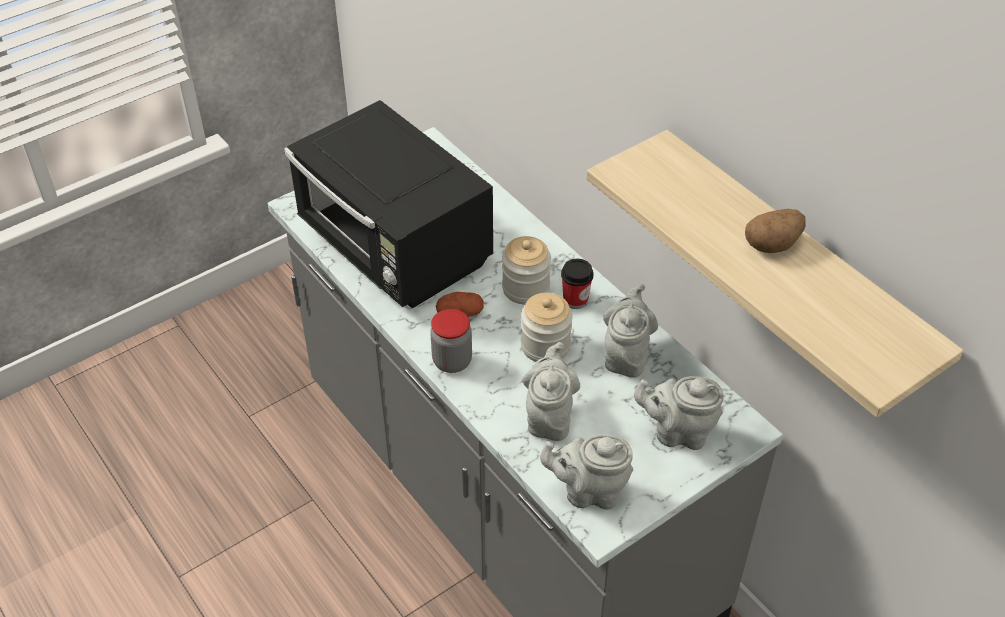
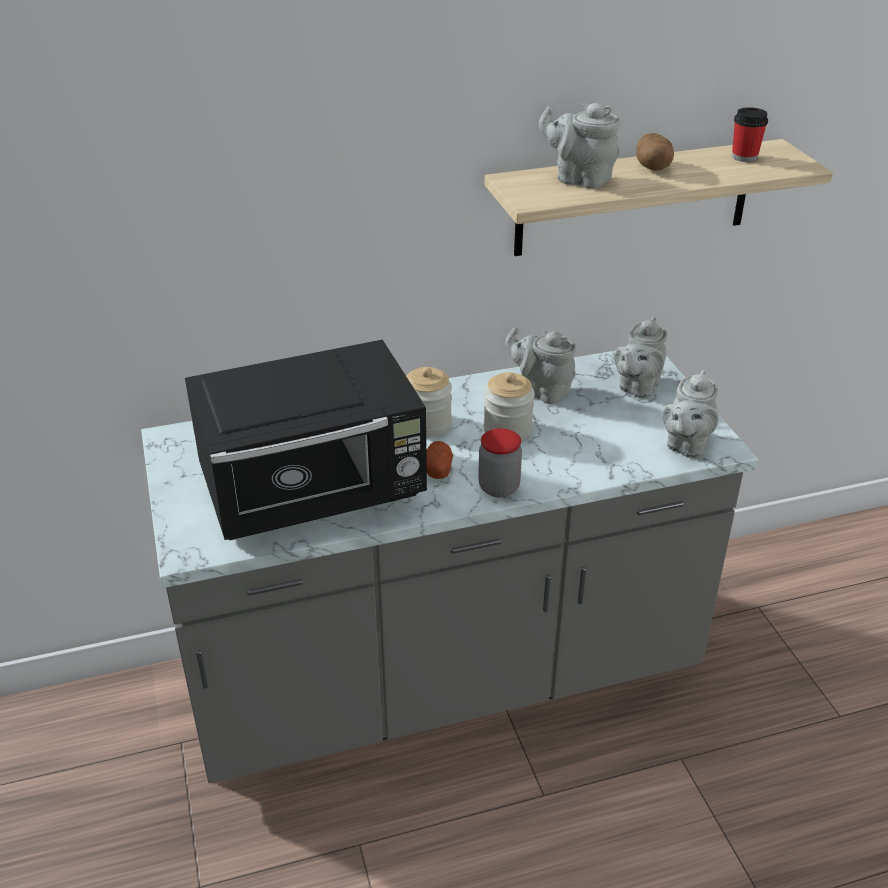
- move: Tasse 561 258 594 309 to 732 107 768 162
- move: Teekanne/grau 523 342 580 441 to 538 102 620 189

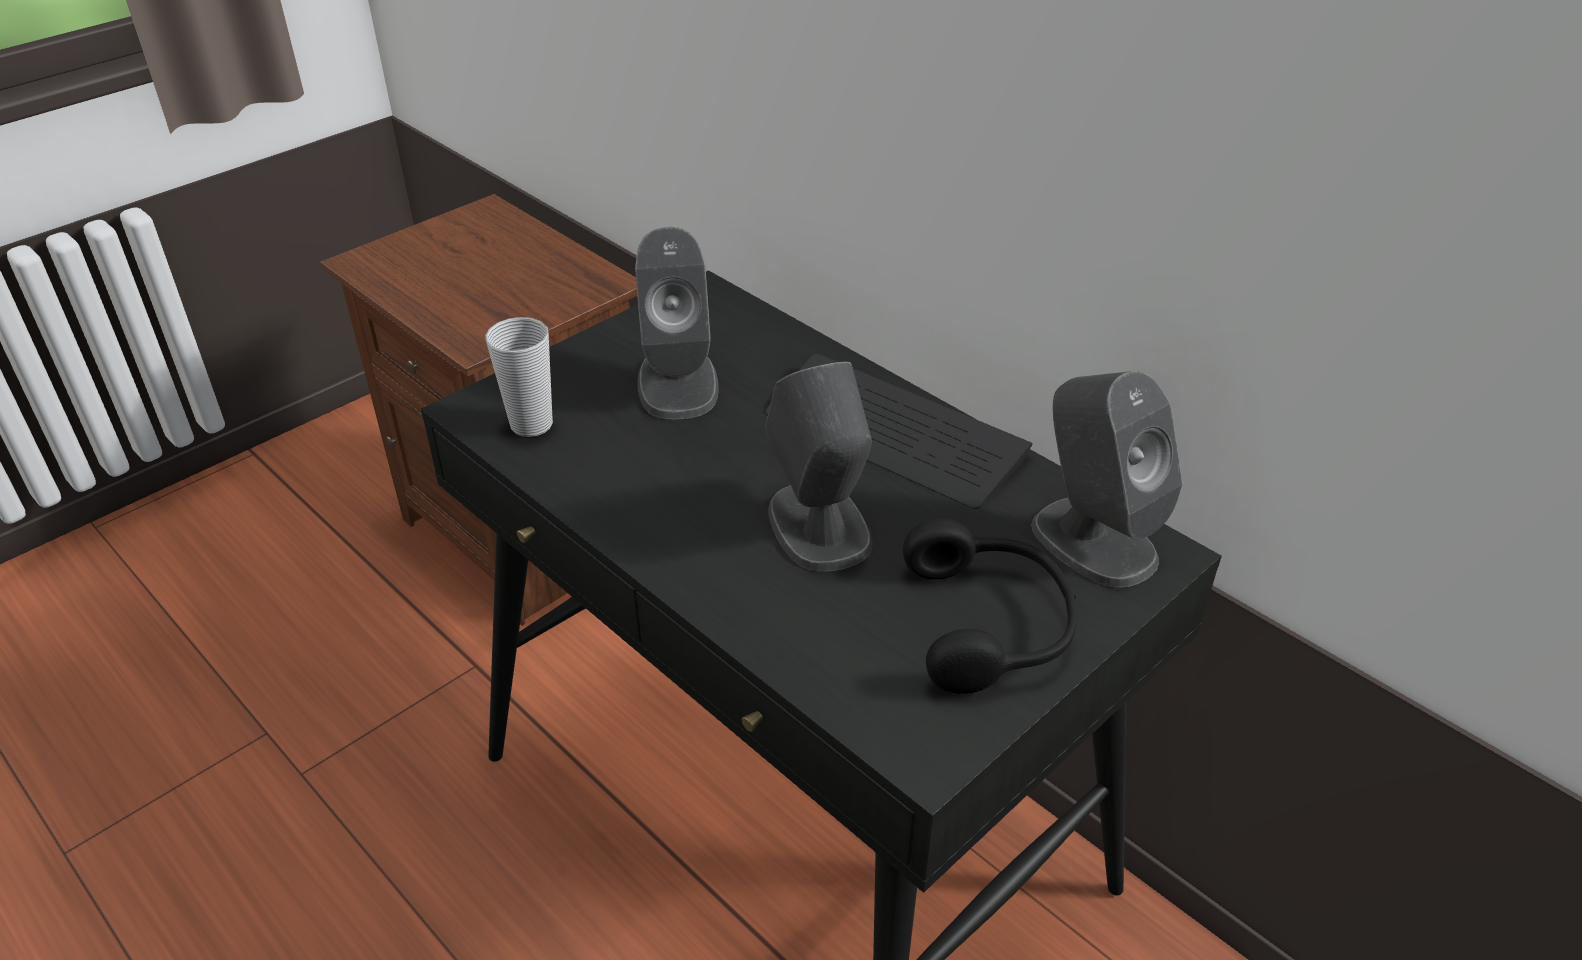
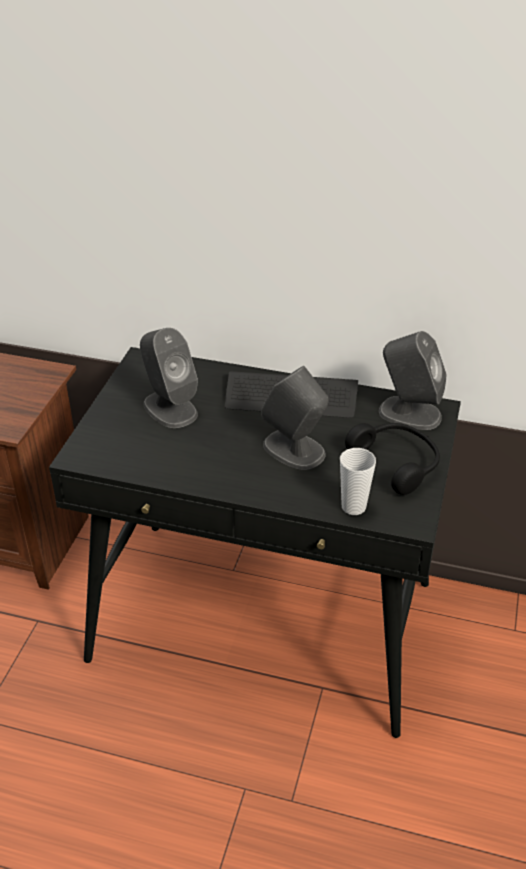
- move: Tasse 485 317 553 437 to 340 448 376 515

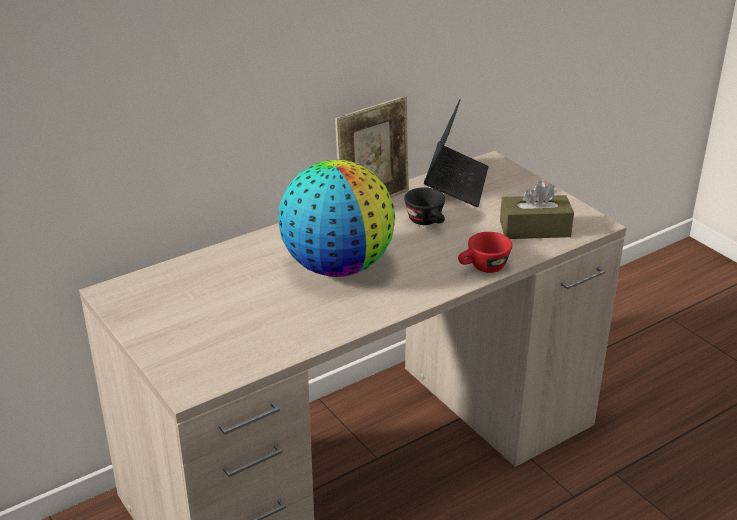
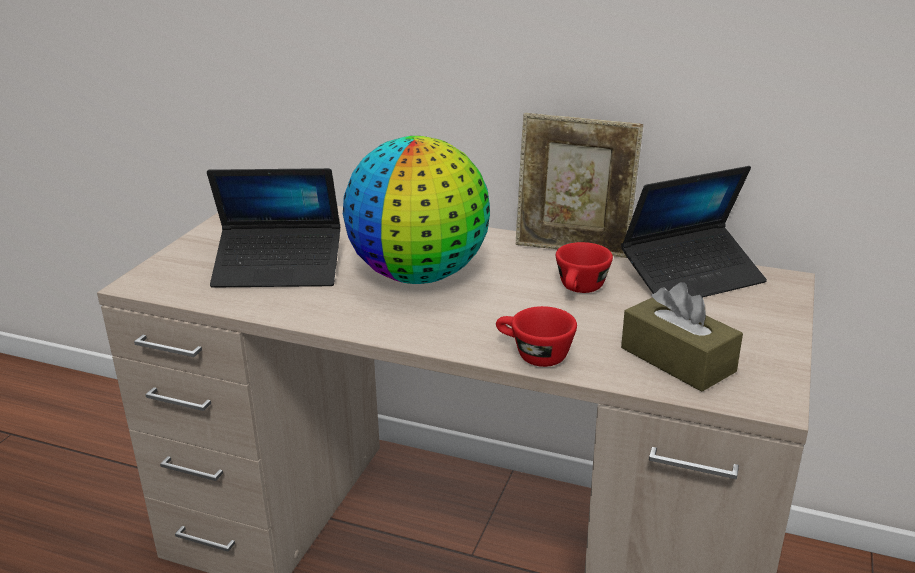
- recolor: Tasse/schwarz 404 187 445 225 to Tasse/rot 556 242 613 293
- insert: Laptop 207 168 340 288

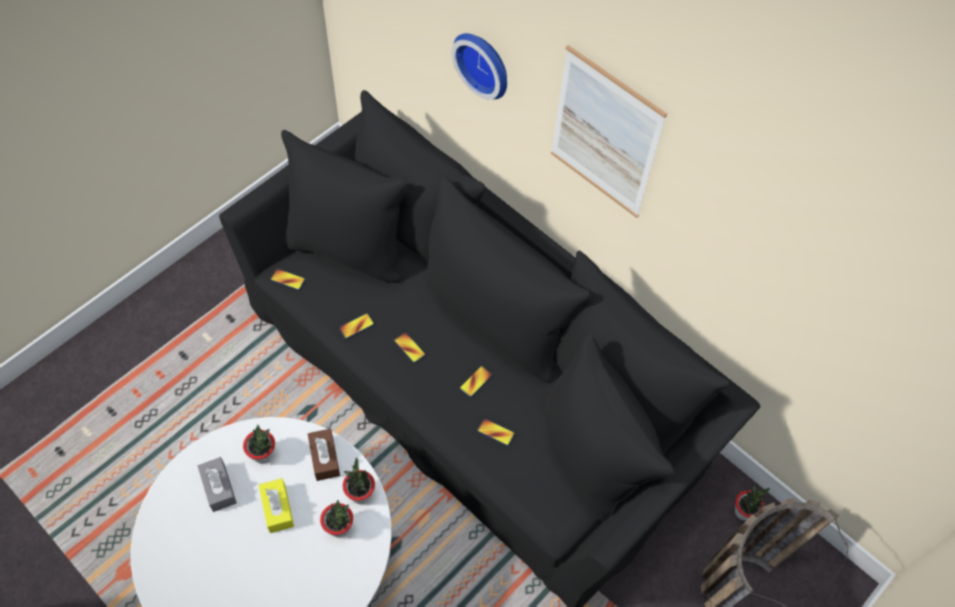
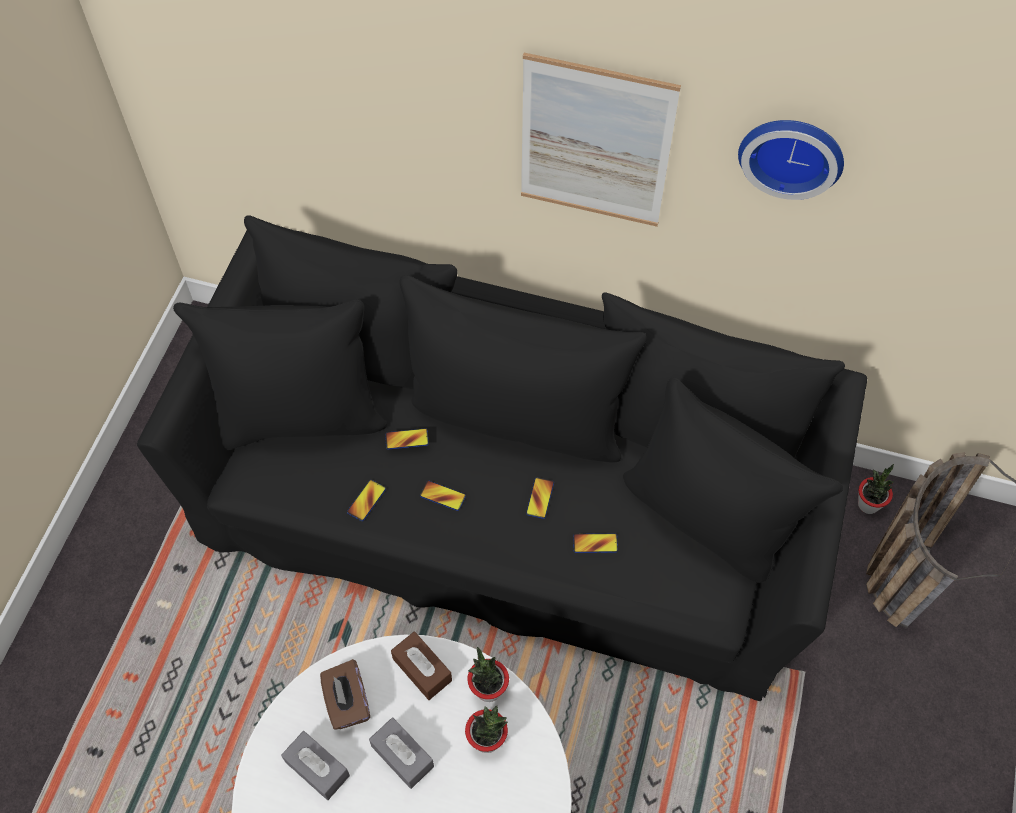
- move: Wanduhr 451 33 507 100 to 738 120 844 200
- move: Handy 270 269 305 290 to 385 428 429 449
- replace: Topfpflanze 243 425 275 464 to Taschentuchbox/braun 320 659 370 730
- recolor: Taschentuchbox/gelb 259 478 294 533 to Taschentuchbox/grau 369 717 434 789

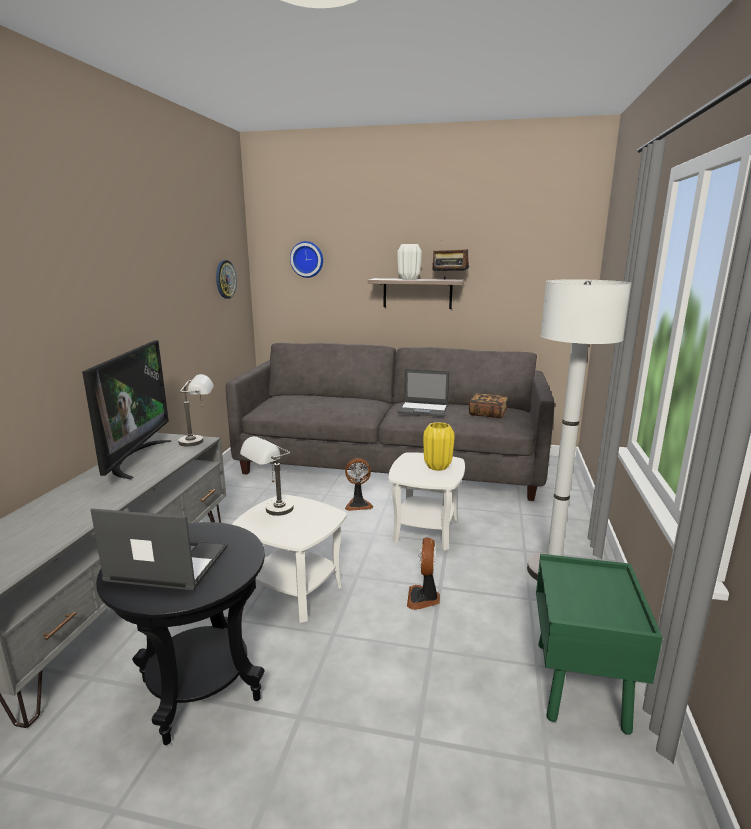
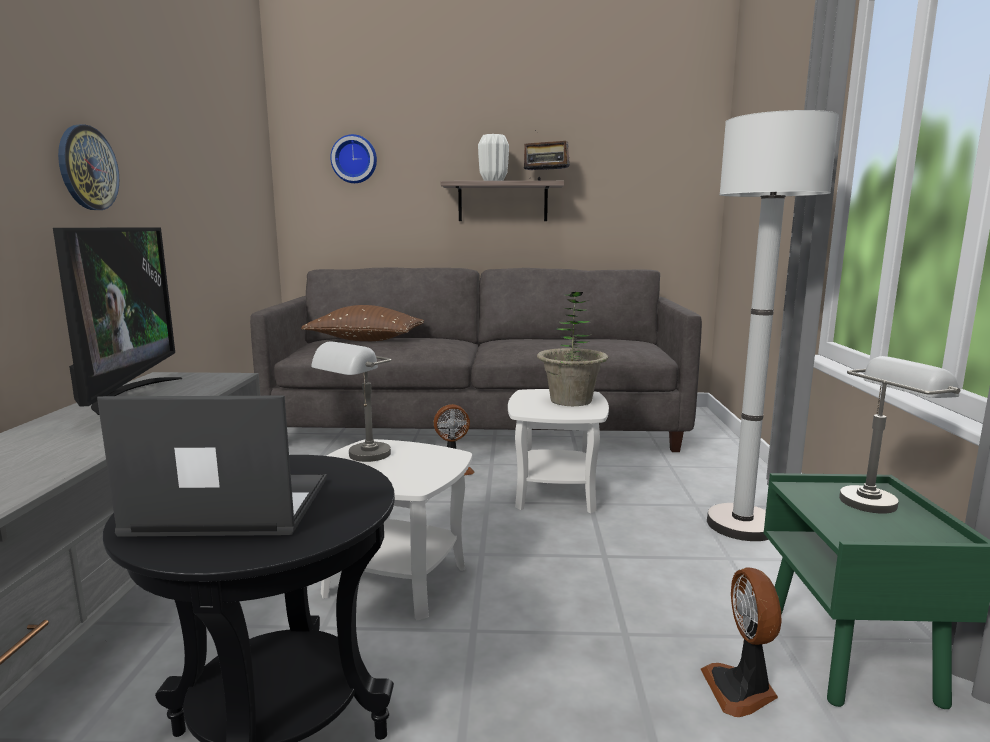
- move: Wanduhr 216 260 237 299 to 58 125 119 210
- delete: Laptop 397 369 450 417
- move: Tischlampe/grau 178 374 214 446 to 839 356 960 514
- delete: Buch 469 393 508 418
- replace: Vase/gelb 423 422 455 471 to Topfpflanze 537 292 608 406
- move: Ventilator 407 537 440 610 to 701 568 781 717
- insert: Kissen/braun 301 305 424 341

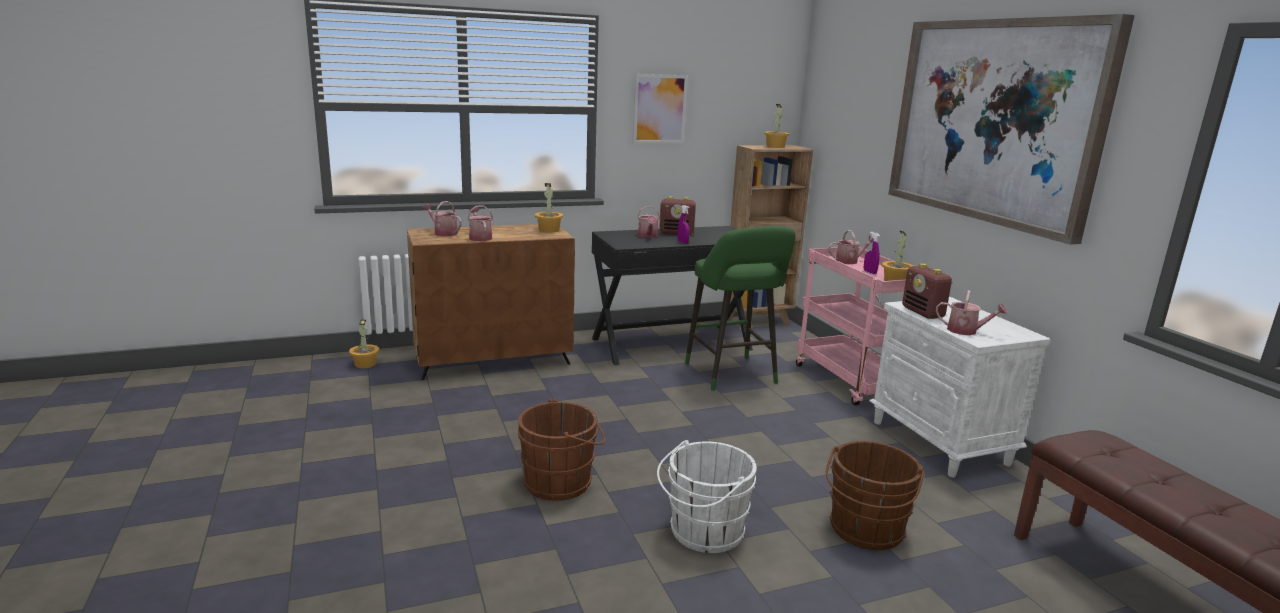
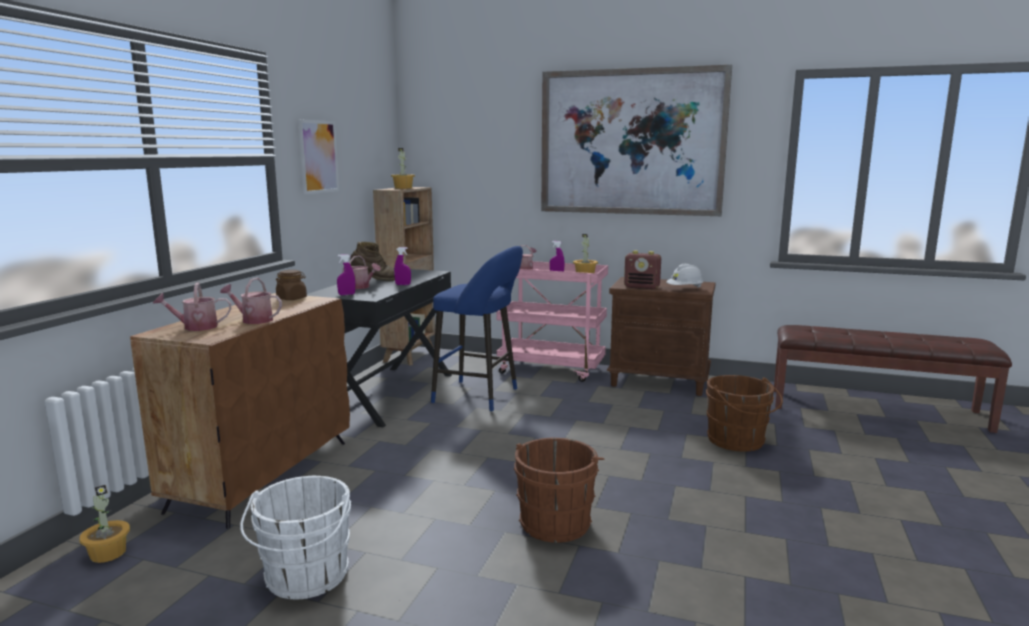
- replace: Topfpflanze 535 183 563 232 to Vorratsglas/braun 276 270 307 300
- replace: Radio 659 197 696 235 to Stiefel/braun 350 242 395 281
- recolor: Hocker/grün 685 226 796 391 to Hocker/blau 431 246 523 411
- replace: Gießkanne 936 290 1008 335 to Schutzhelm/weiß 666 264 704 288
- recolor: Nachttisch/weiß 869 297 1050 478 to Nachttisch/braun 607 277 716 396
- move: Eimer/weiß 657 440 757 553 to 240 476 351 600
- insert: Sprühflasche/lila 337 254 355 295

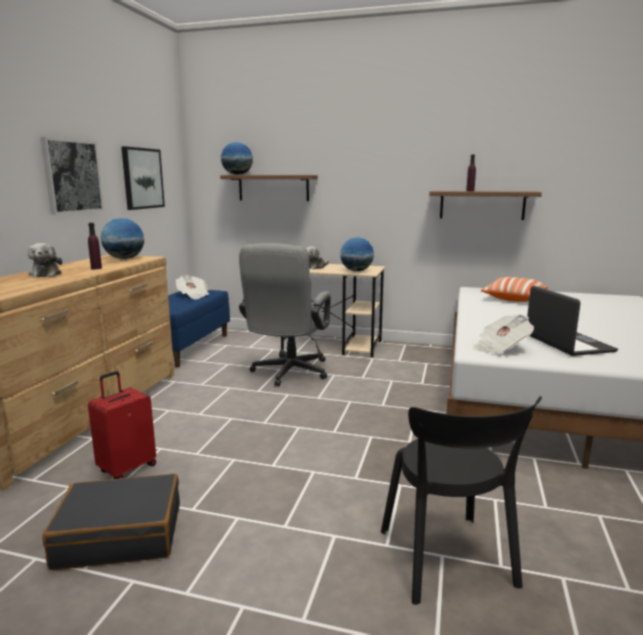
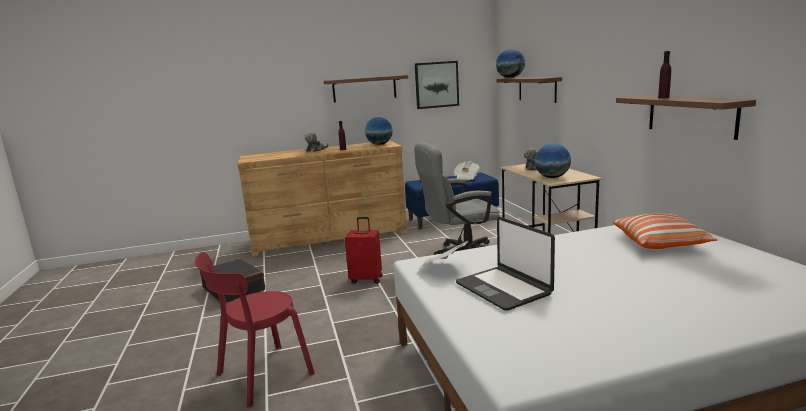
- replace: Bild 40 137 104 215 to Wandregal 324 75 408 103
- rotate: Laptop 527 286 618 356 = 456 217 555 310 105 degrees clockwise
- move: Koffer/rot 88 371 156 479 to 345 217 383 284
- recolor: Stuhl/schwarz 381 396 542 605 to Stuhl/rot 195 252 315 408

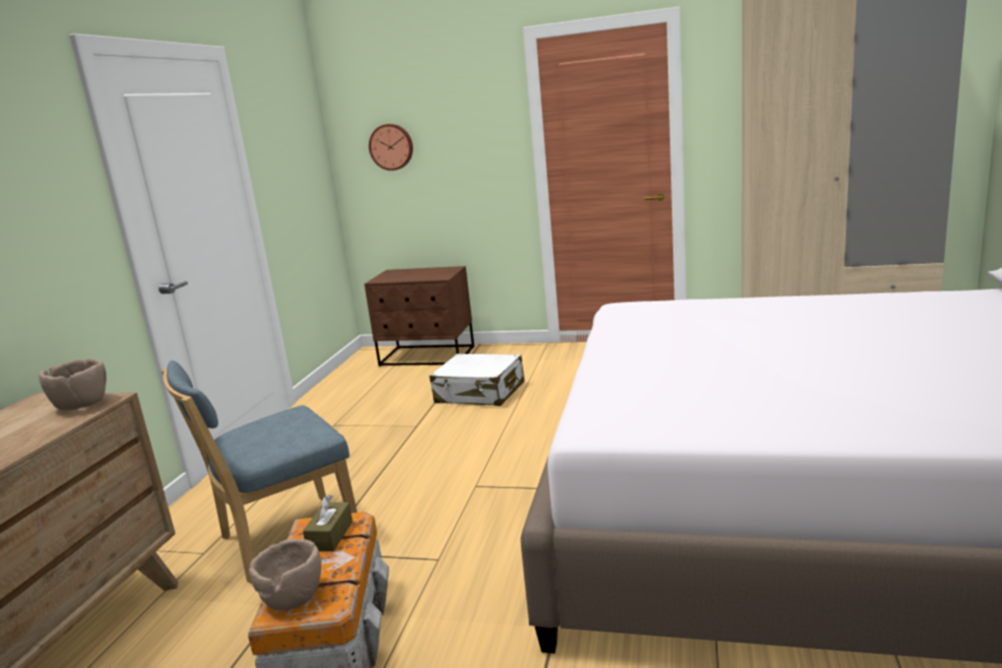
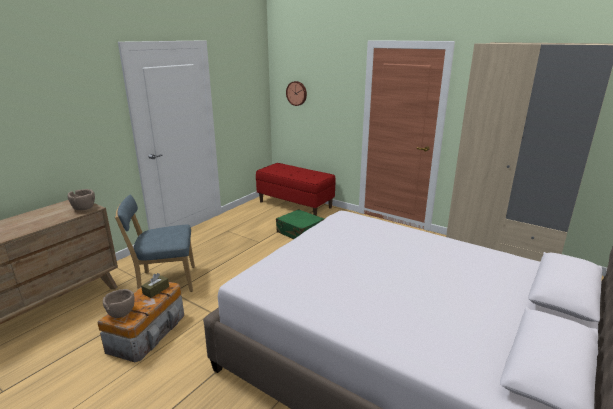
- replace: Nachttisch/braun 364 266 474 367 to Bank/rot 256 163 336 216
- recolor: Koffer/weiß 429 354 525 406 to Koffer/grün 276 209 324 239

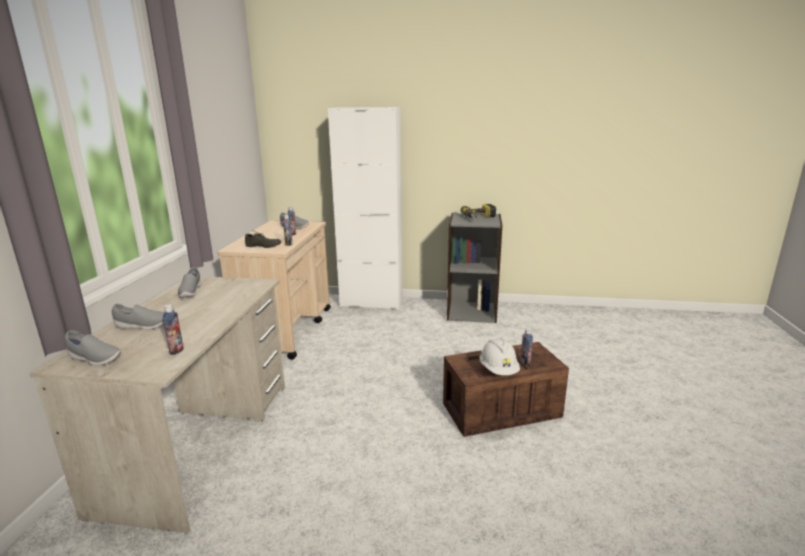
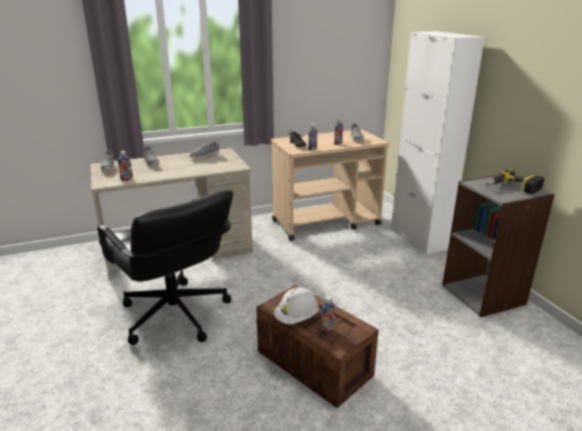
- insert: Bürostuhl/schwarz 98 190 233 345

